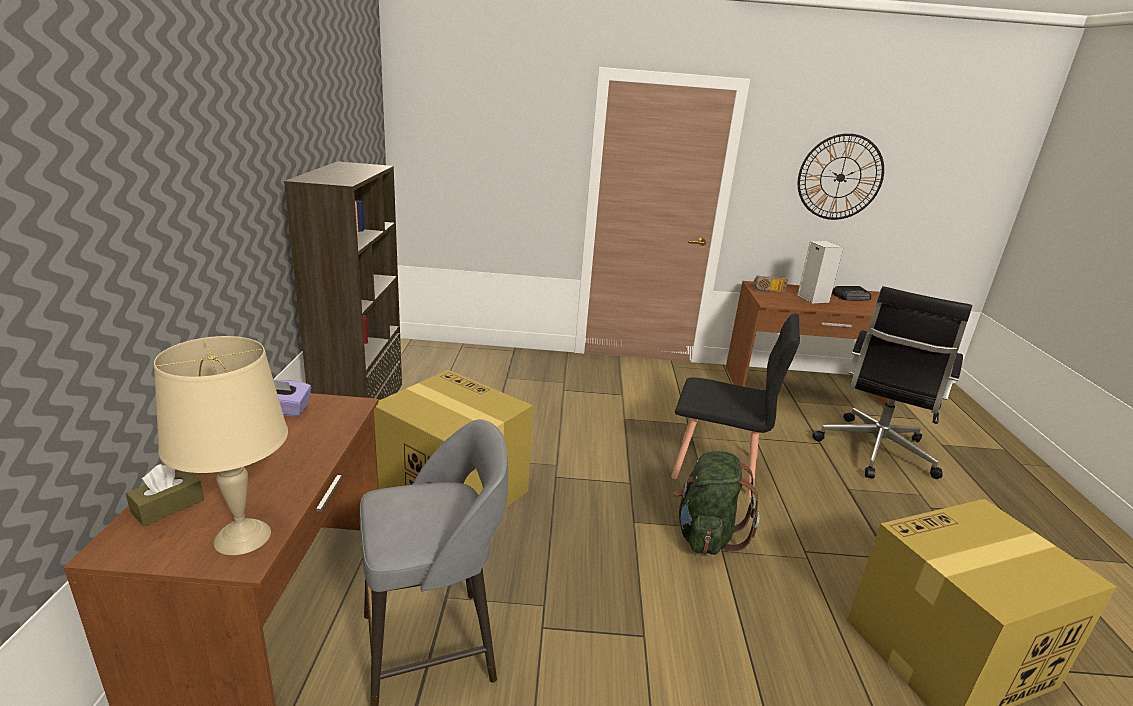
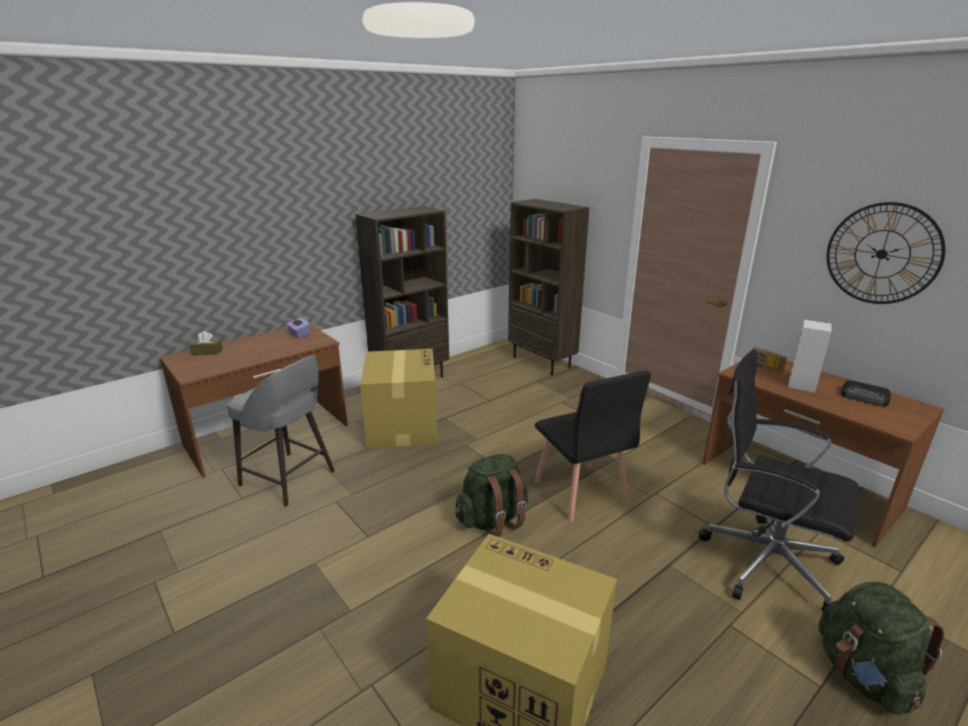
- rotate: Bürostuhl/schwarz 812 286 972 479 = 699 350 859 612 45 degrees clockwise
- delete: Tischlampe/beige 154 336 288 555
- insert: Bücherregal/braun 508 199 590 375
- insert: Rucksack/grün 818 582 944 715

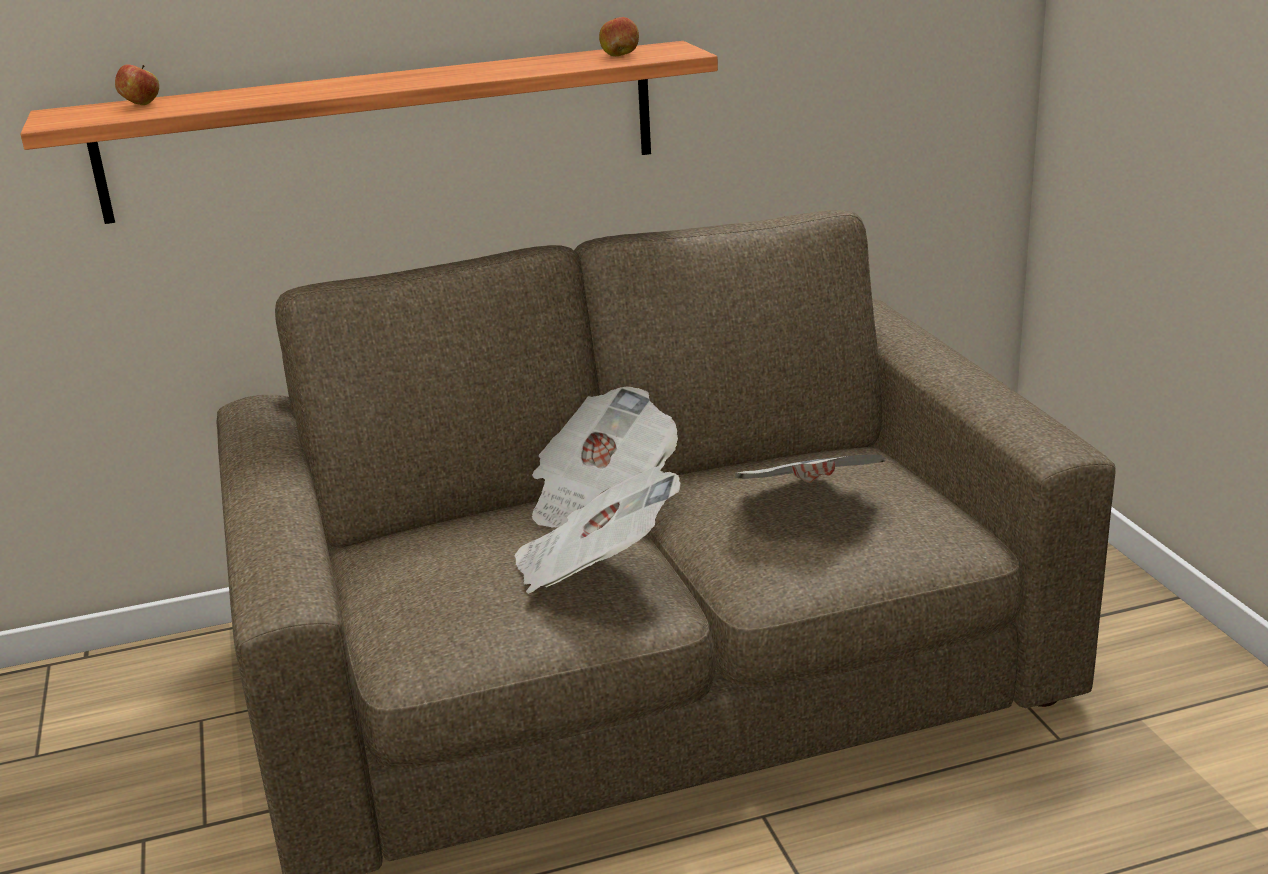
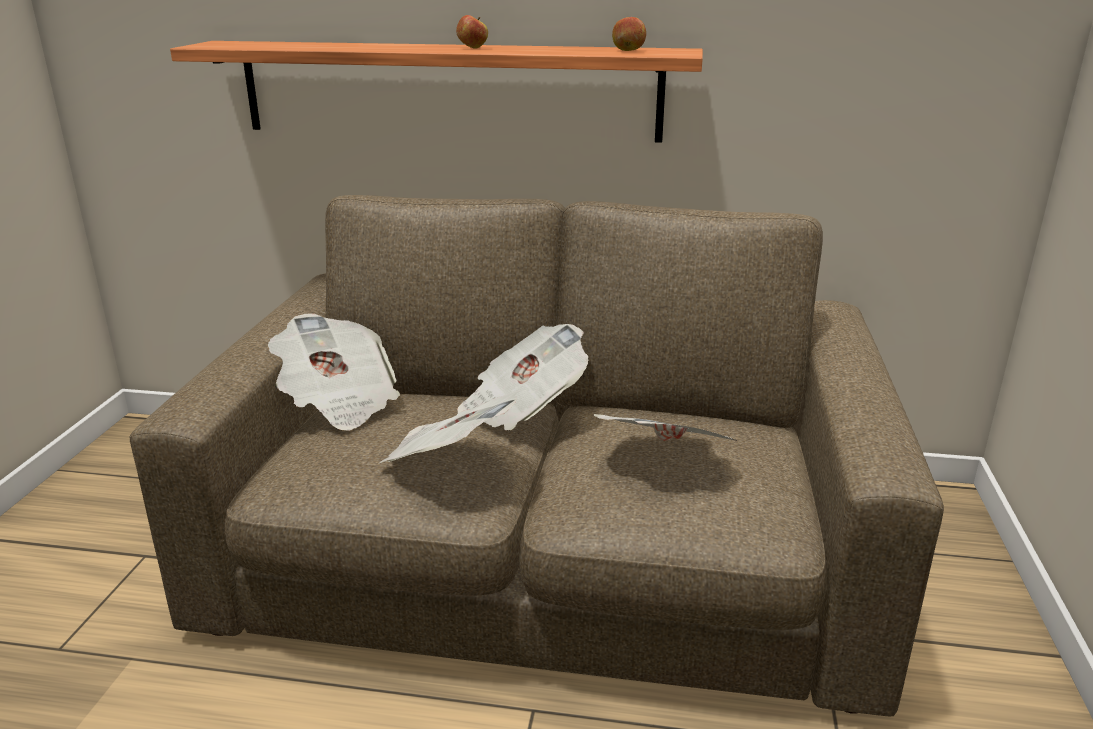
- move: Apfel 115 64 159 105 to 456 15 488 49
- insert: Zeitung 268 313 400 431

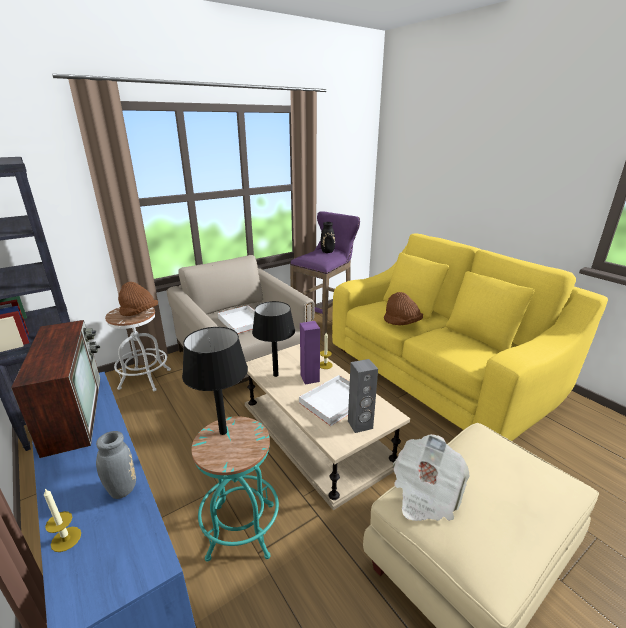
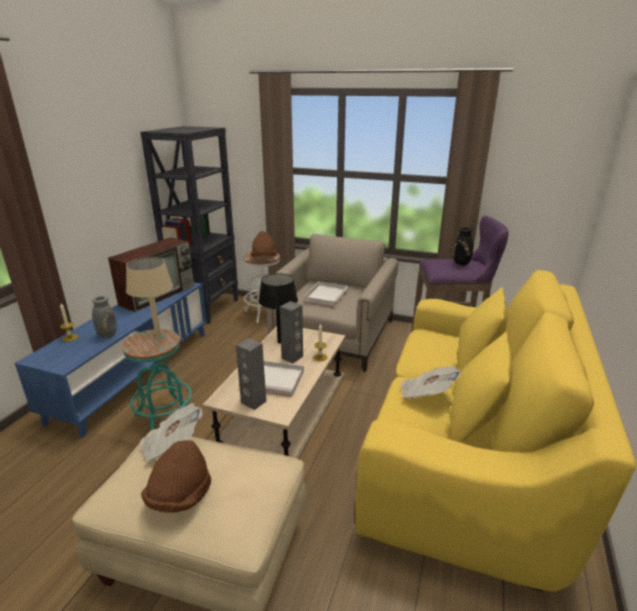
- move: Hut/braun 384 292 423 325 to 141 440 211 513
- recolor: Lautsprecher/lila 300 321 320 384 to Lautsprecher/grau 280 301 303 363
- recolor: Tischlampe/schwarz 182 327 248 435 to Tischlampe/beige 126 257 173 337
- insert: Zeitung 401 366 461 399

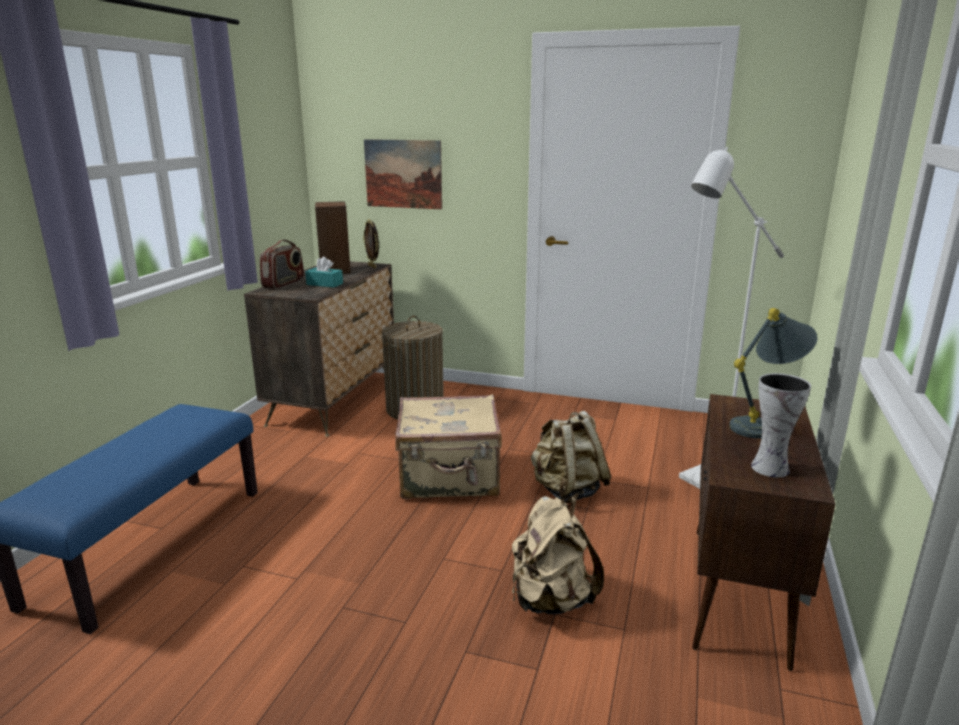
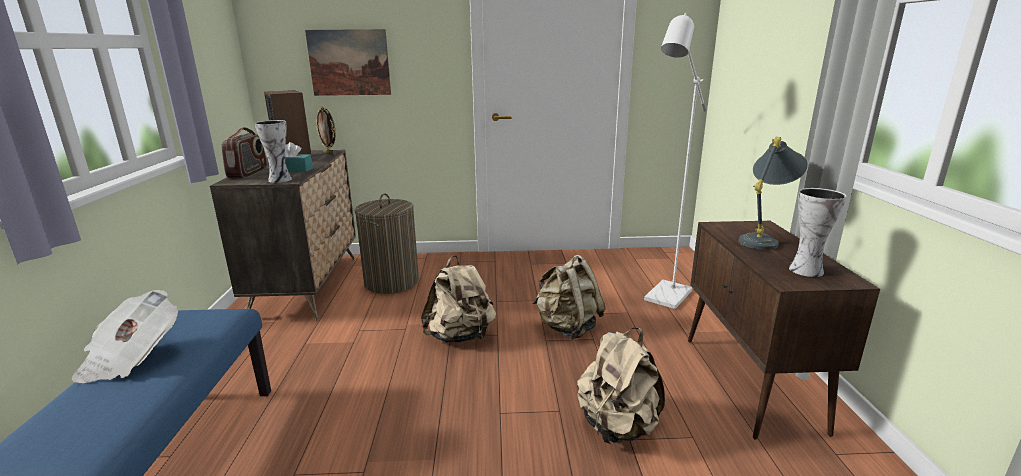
- replace: Koffer/beige 395 394 502 499 to Rucksack/beige 421 255 496 343
- insert: Vase 255 120 292 183
- insert: Zeitung 71 290 178 383

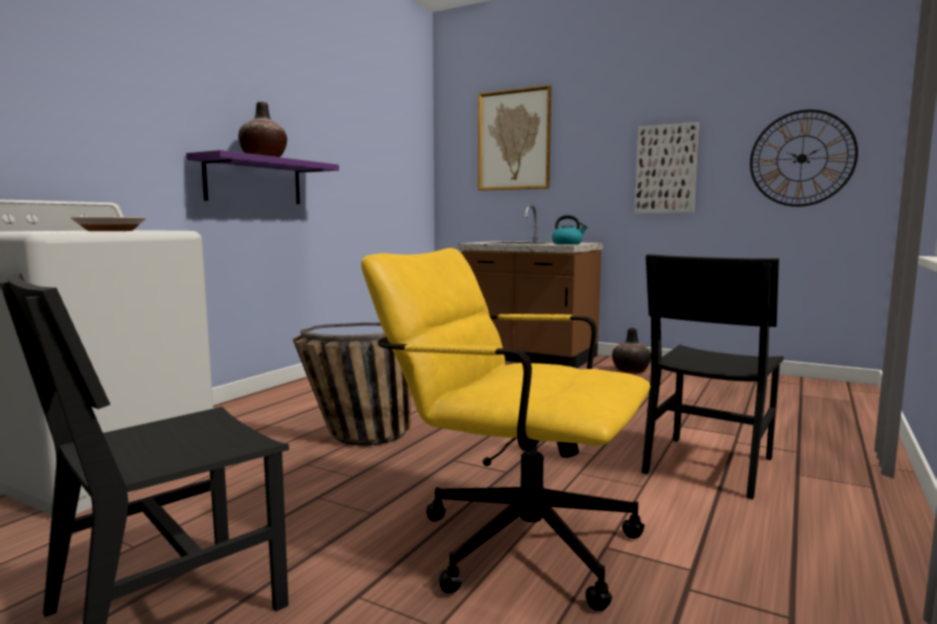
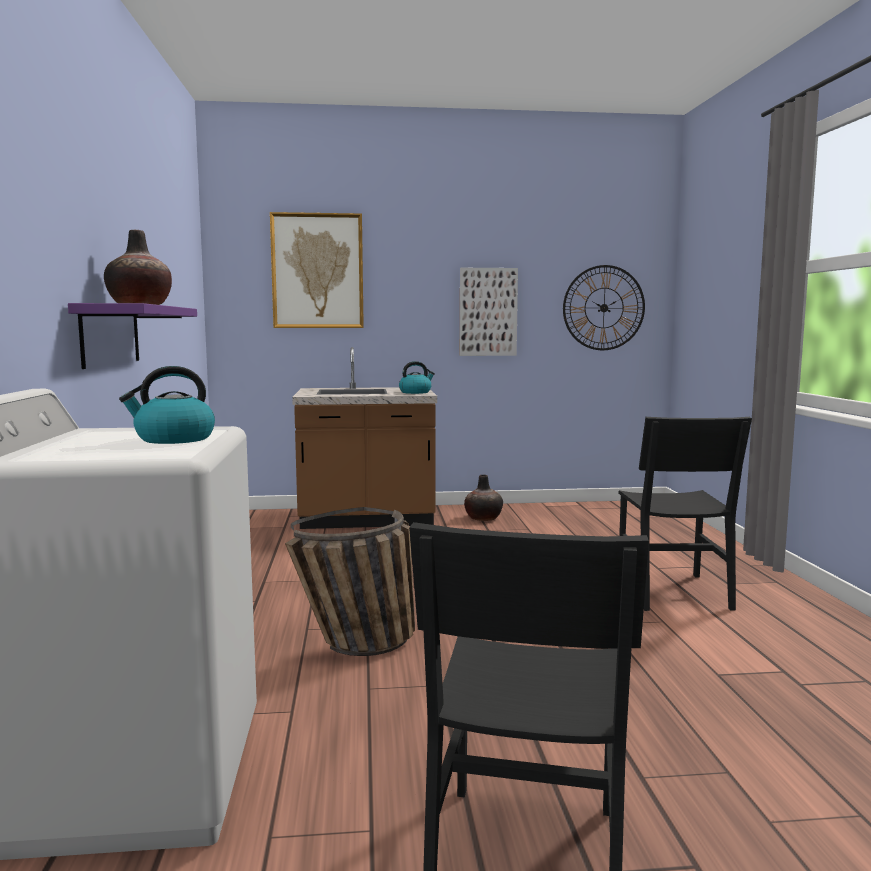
- replace: Schüssel 70 217 147 231 to Wasserkessel 119 366 215 444
- delete: Bürostuhl/gelb 361 248 650 611

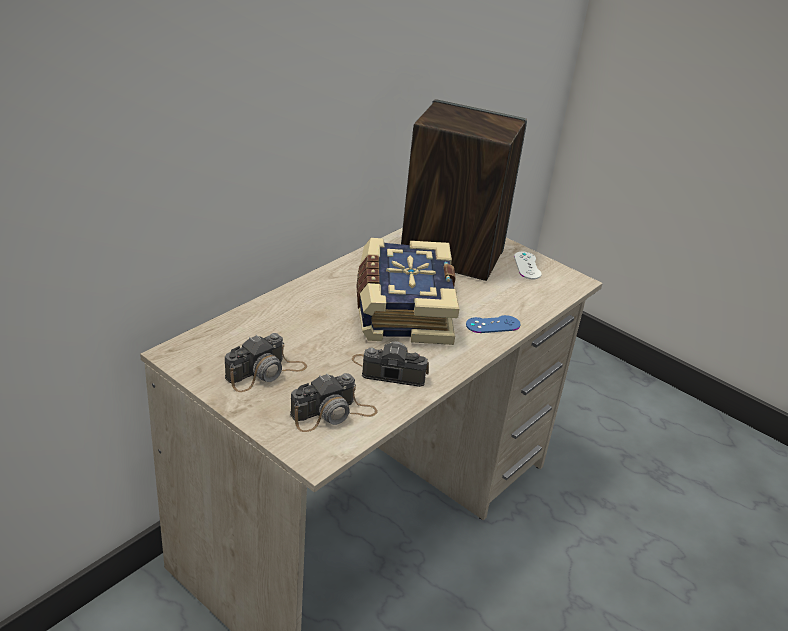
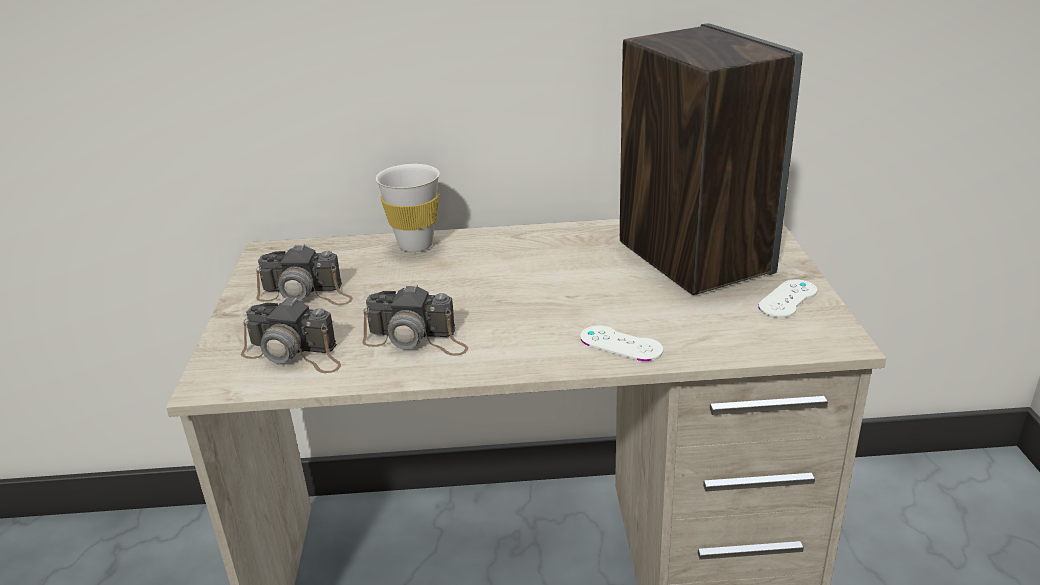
- delete: Buch 357 238 459 345
- recolor: Gamepad/blau 466 315 520 333 to Gamepad/weiß 580 326 663 361
- rotate: Kamera 352 341 429 387 = 362 284 468 356 135 degrees clockwise
- insert: Tasse/weiß 376 164 440 252

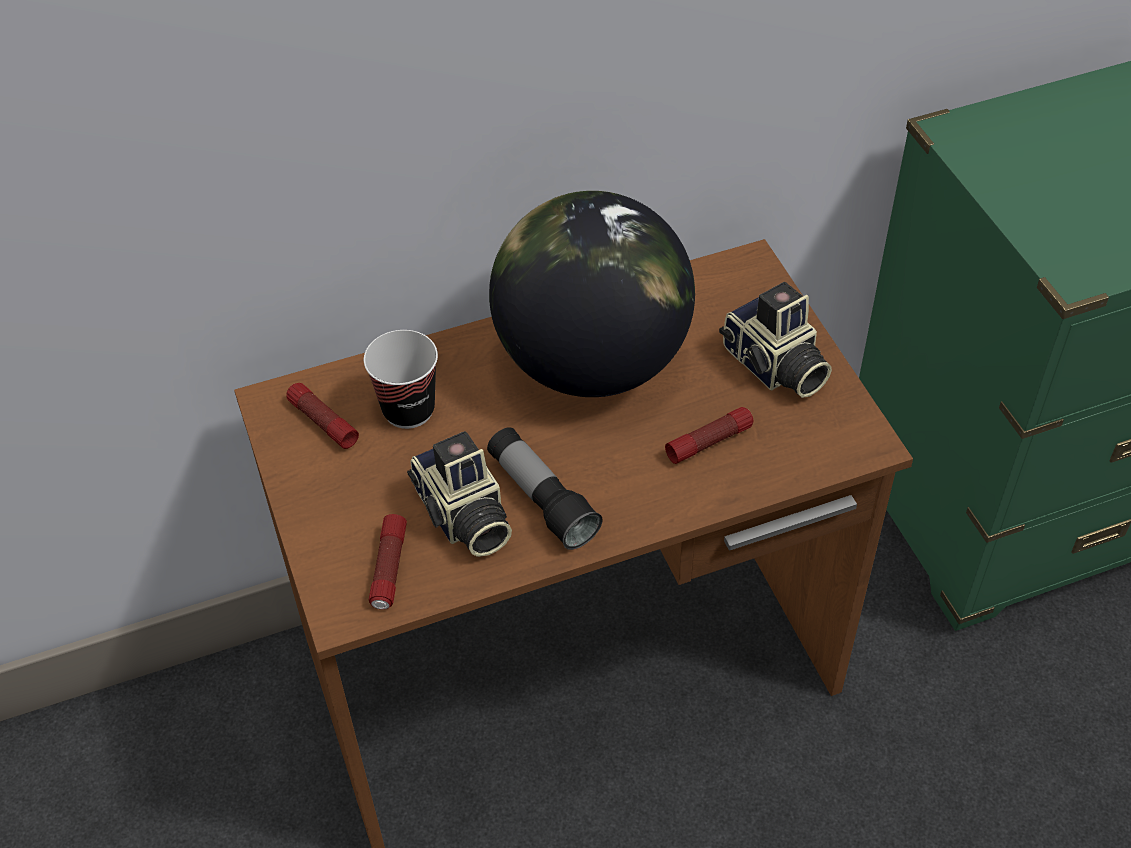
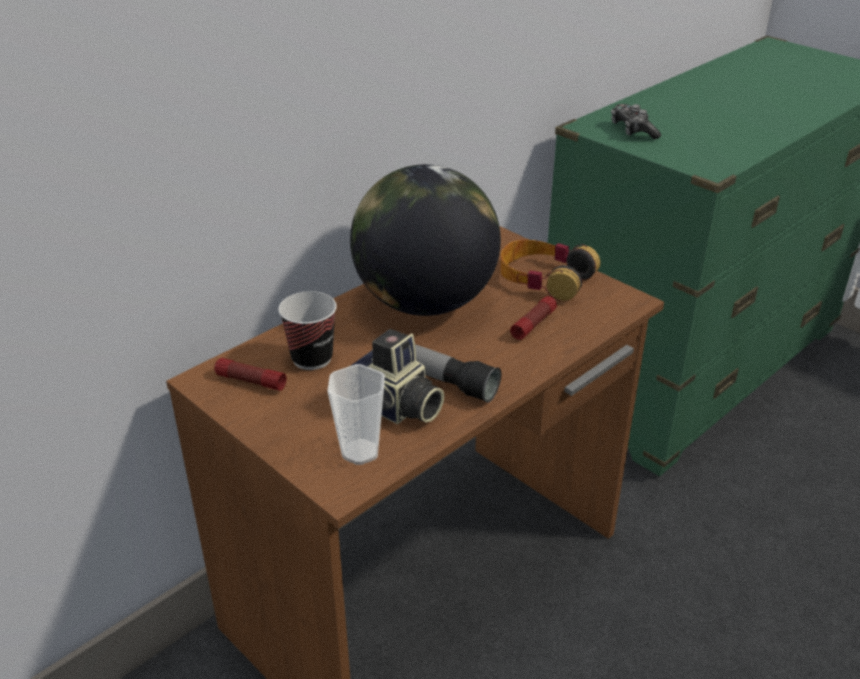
- replace: Kamera 719 282 832 398 to Kopfhörer 501 240 600 301
- replace: Taschenlampe 369 514 407 610 to Tasse 327 364 385 465
- insert: Gamepad 611 104 661 139

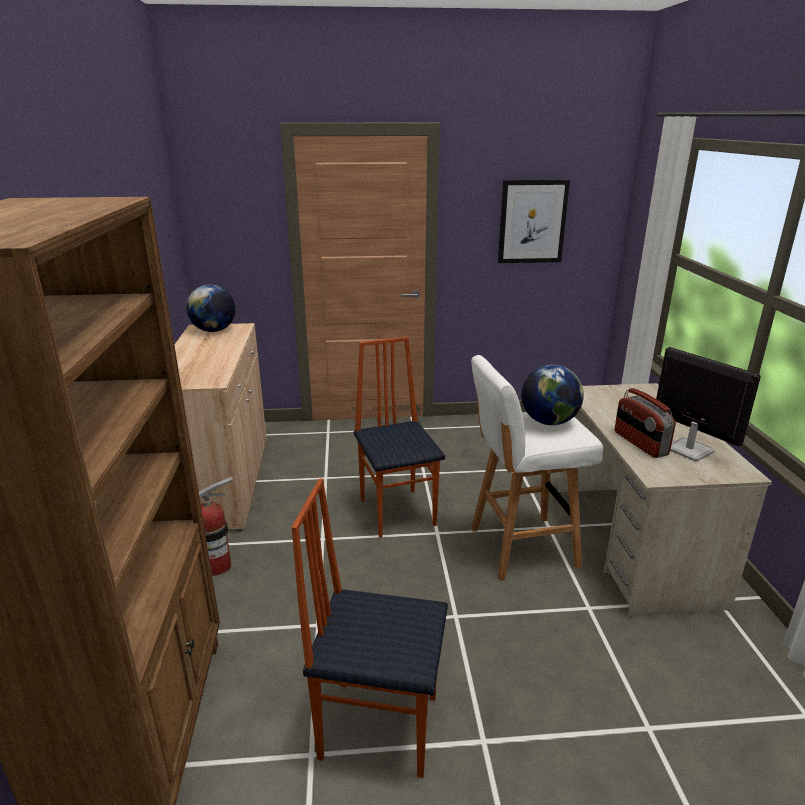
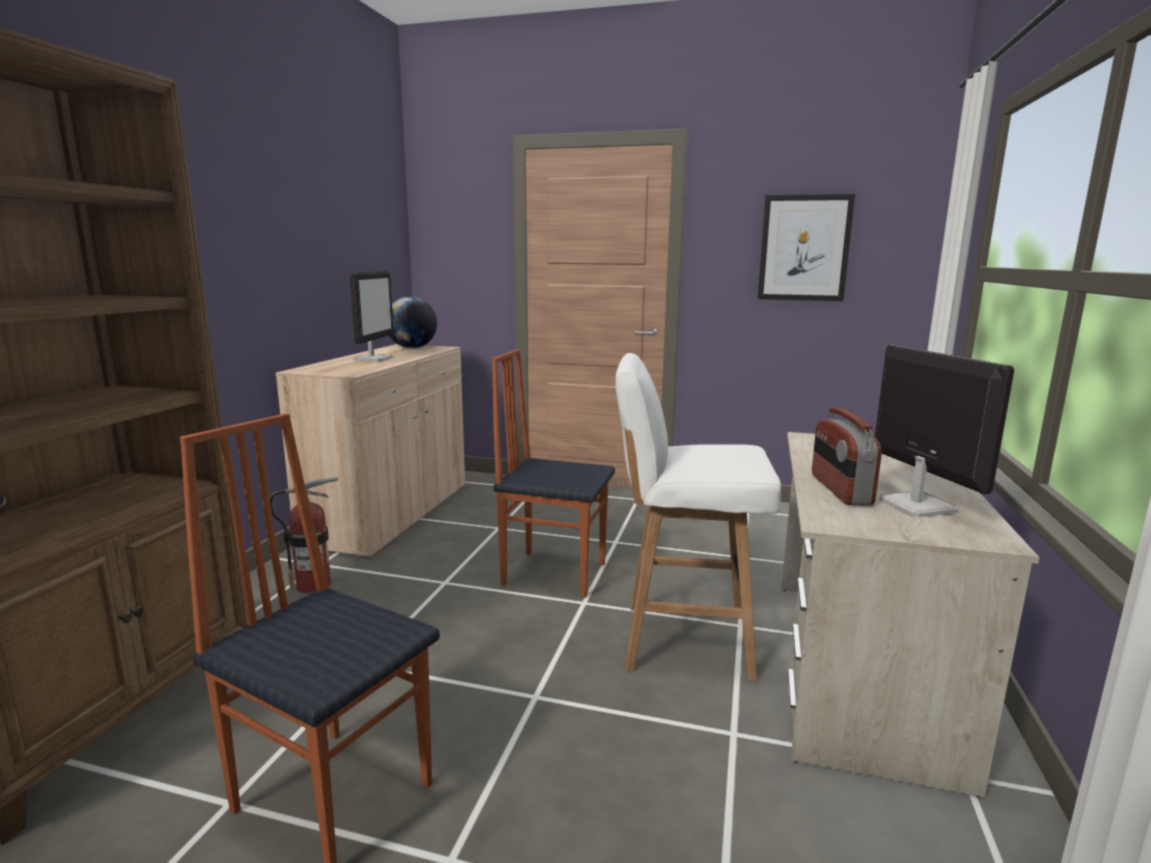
- rotate: Stuhl 354 337 445 537 = 492 349 615 598 75 degrees counterclockwise
- delete: Globus 521 365 584 425
- insert: Monitor 350 271 394 361

